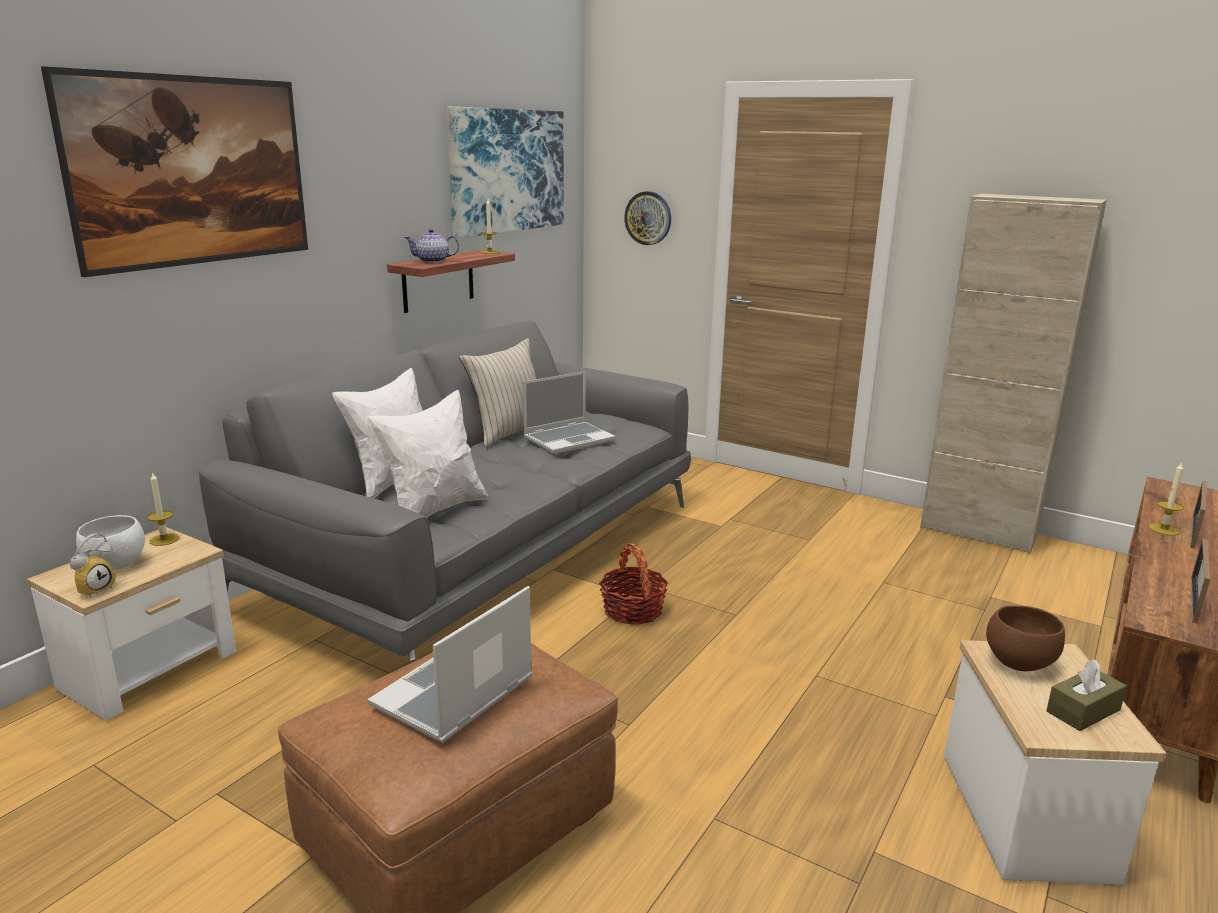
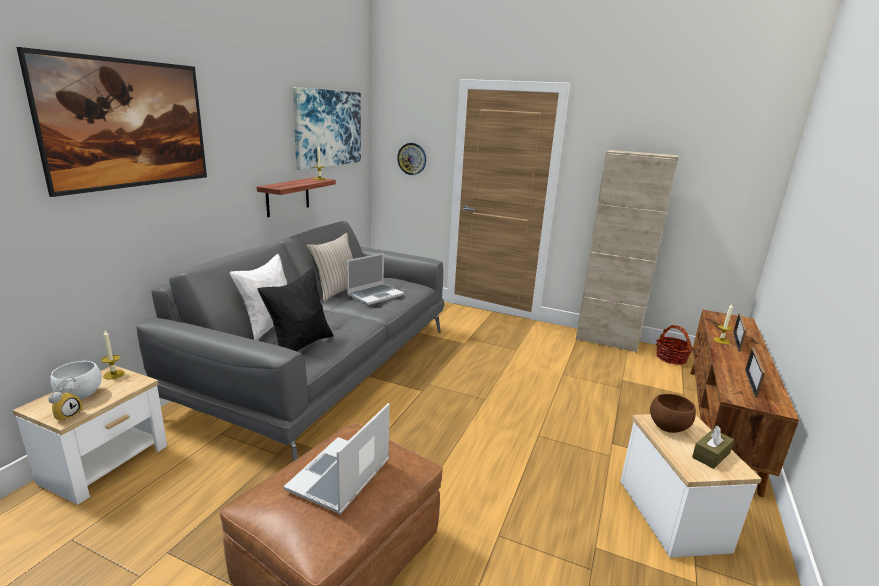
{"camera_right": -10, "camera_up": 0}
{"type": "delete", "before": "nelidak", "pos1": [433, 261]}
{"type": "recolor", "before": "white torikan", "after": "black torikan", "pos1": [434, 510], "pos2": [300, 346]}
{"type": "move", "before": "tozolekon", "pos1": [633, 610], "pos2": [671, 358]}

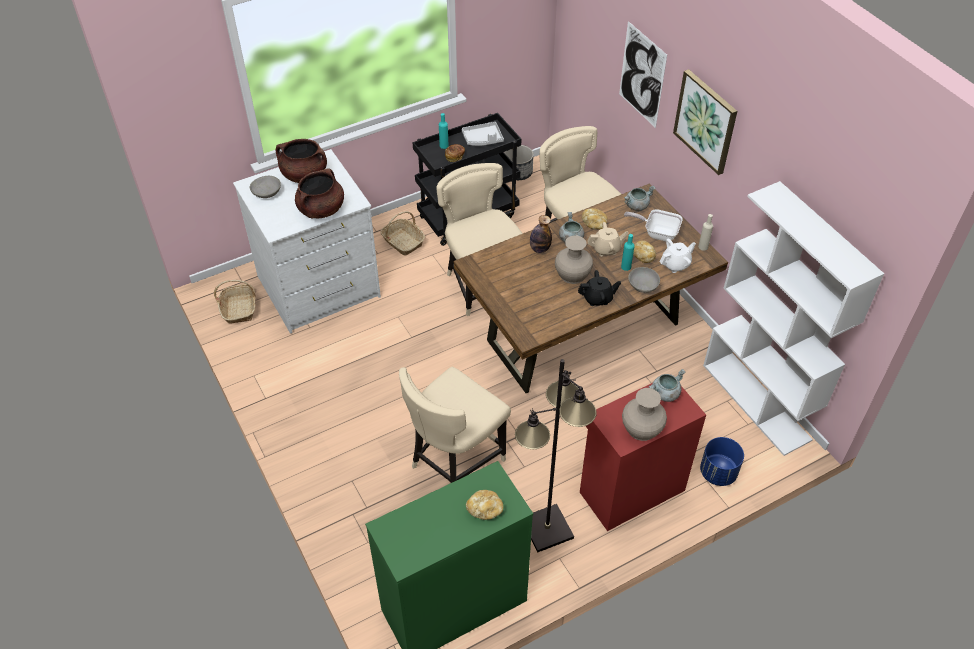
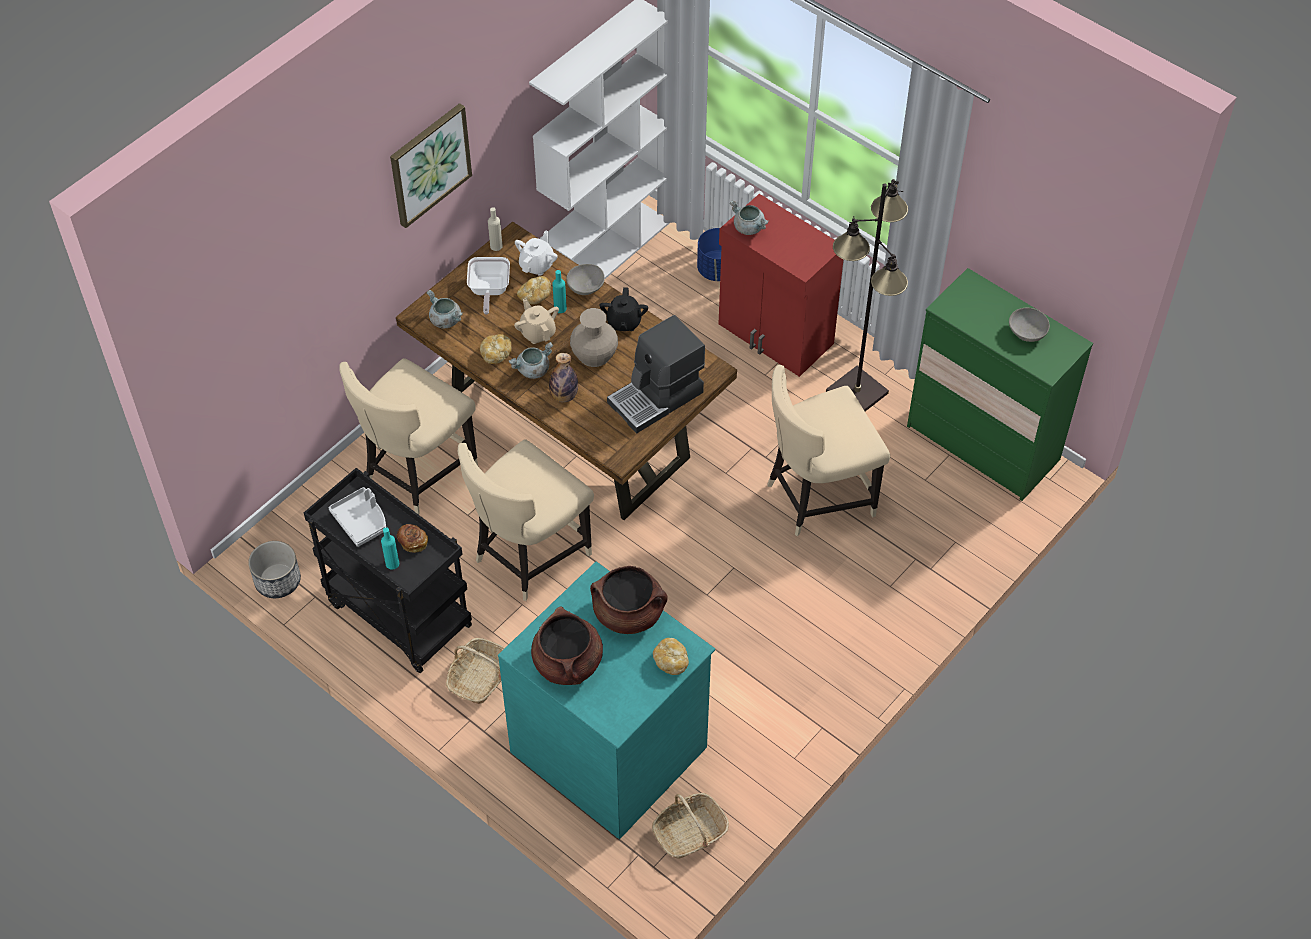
{"camera_right": -110, "camera_up": 5}
{"type": "delete", "before": "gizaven", "pos1": [642, 75]}
{"type": "recolor", "before": "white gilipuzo", "after": "turquoise gilipuzo", "pos1": [319, 288], "pos2": [610, 747]}
{"type": "move", "before": "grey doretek", "pos1": [267, 193], "pos2": [1027, 332]}
{"type": "rotate", "before": "white nelidak", "pos1": [675, 264], "pos2": [537, 265], "turn": 75}
{"type": "rotate", "before": "black nelidak", "pos1": [598, 298], "pos2": [624, 322], "turn": -150}
{"type": "rotate", "before": "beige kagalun", "pos1": [454, 462], "pos2": [817, 497], "turn": 135}
{"type": "delete", "before": "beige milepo", "pos1": [642, 428]}
{"type": "move", "before": "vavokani", "pos1": [485, 509], "pos2": [671, 661]}
{"type": "insert", "after": "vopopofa", "pos2": [657, 398]}

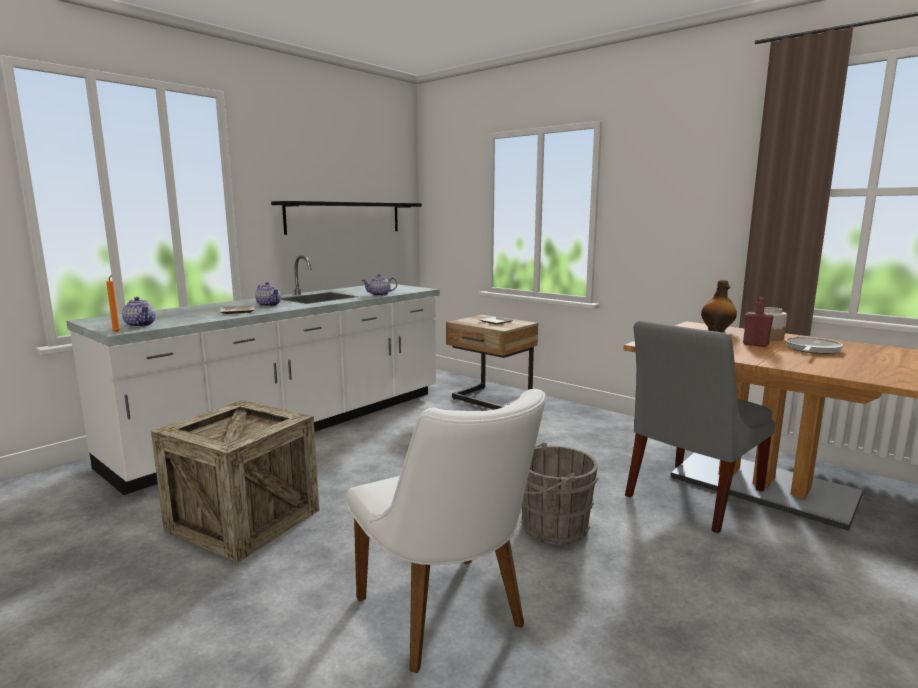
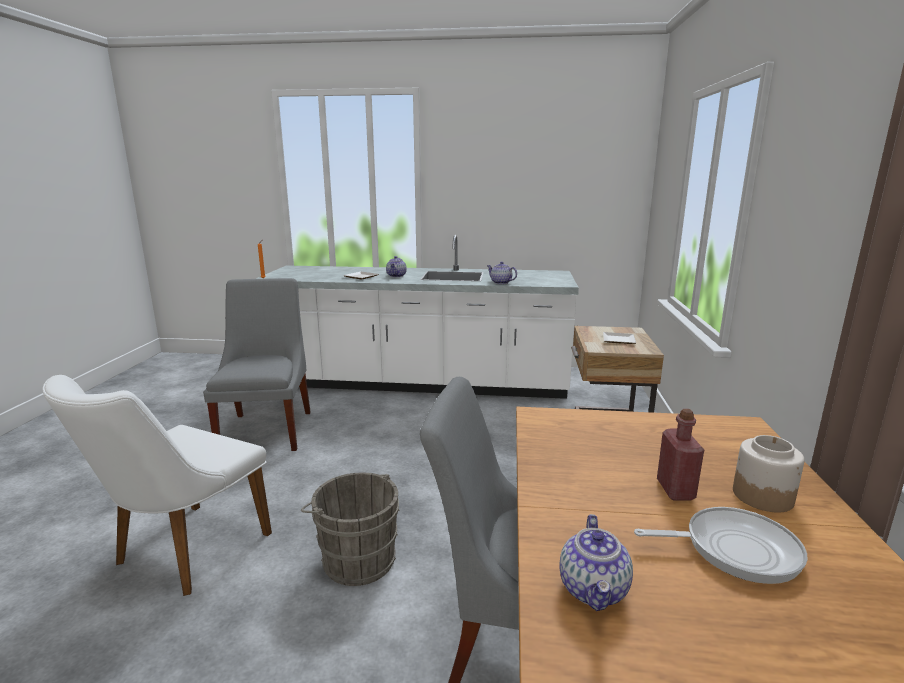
{"camera_right": 55, "camera_up": 5}
{"type": "delete", "before": "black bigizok", "pos1": [345, 217]}
{"type": "delete", "before": "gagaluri", "pos1": [717, 331]}
{"type": "move", "before": "nelidak", "pos1": [141, 325], "pos2": [594, 590]}
{"type": "replace", "before": "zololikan", "after": "grey kagalun", "pos1": [244, 520], "pos2": [268, 429]}

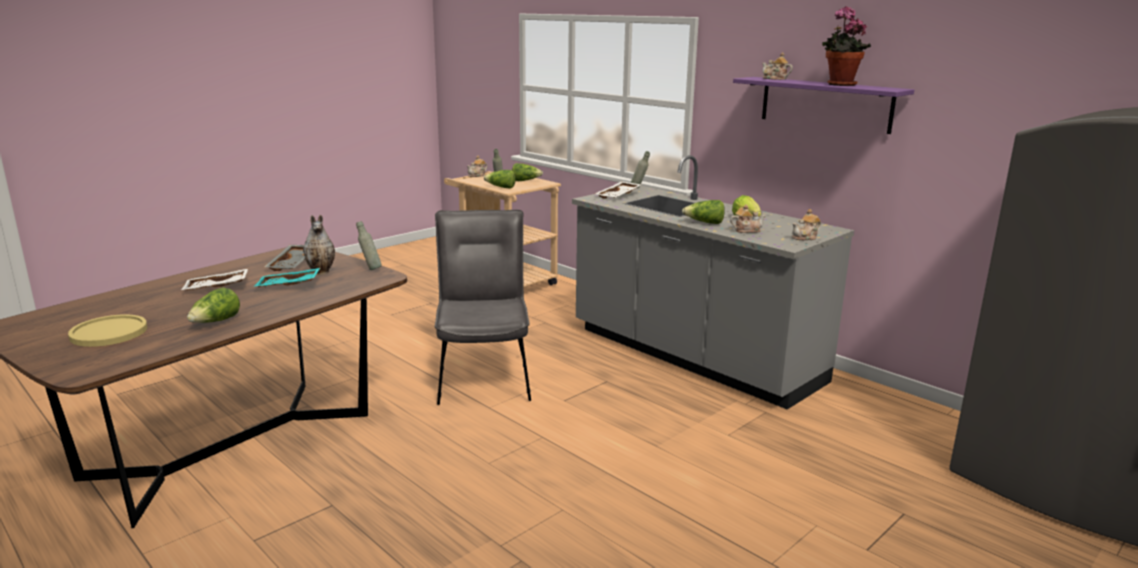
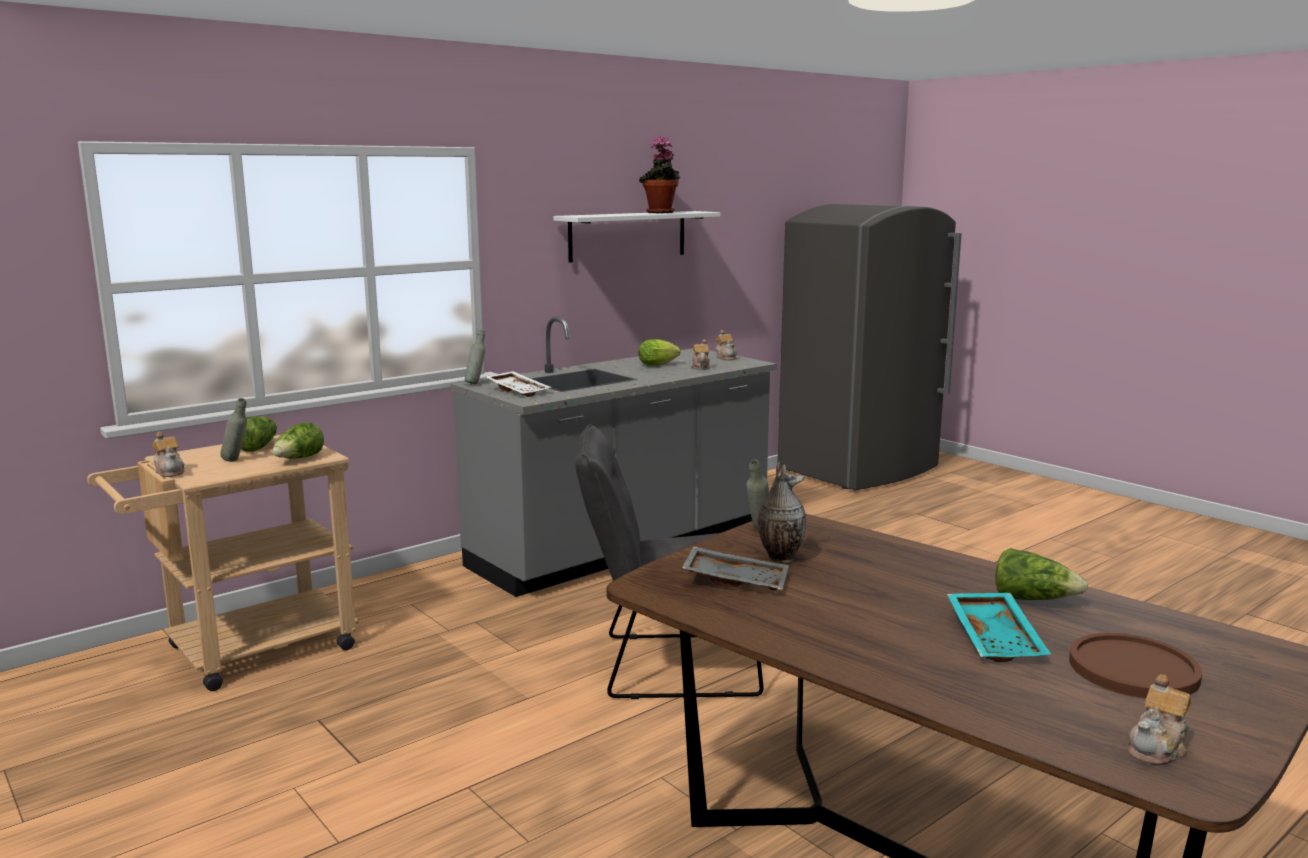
{"camera_right": -85, "camera_up": -5}
{"type": "move", "before": "nelidak", "pos1": [775, 79], "pos2": [1158, 748]}
{"type": "recolor", "before": "purple bigizok", "after": "white bigizok", "pos1": [825, 104], "pos2": [628, 235]}
{"type": "delete", "before": "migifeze", "pos1": [705, 223]}
{"type": "delete", "before": "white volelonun", "pos1": [216, 288]}
{"type": "move", "before": "turquoise volelonun", "pos1": [288, 286], "pos2": [997, 639]}
{"type": "recolor", "before": "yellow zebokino", "after": "brown zebokino", "pos1": [109, 332], "pos2": [1133, 669]}

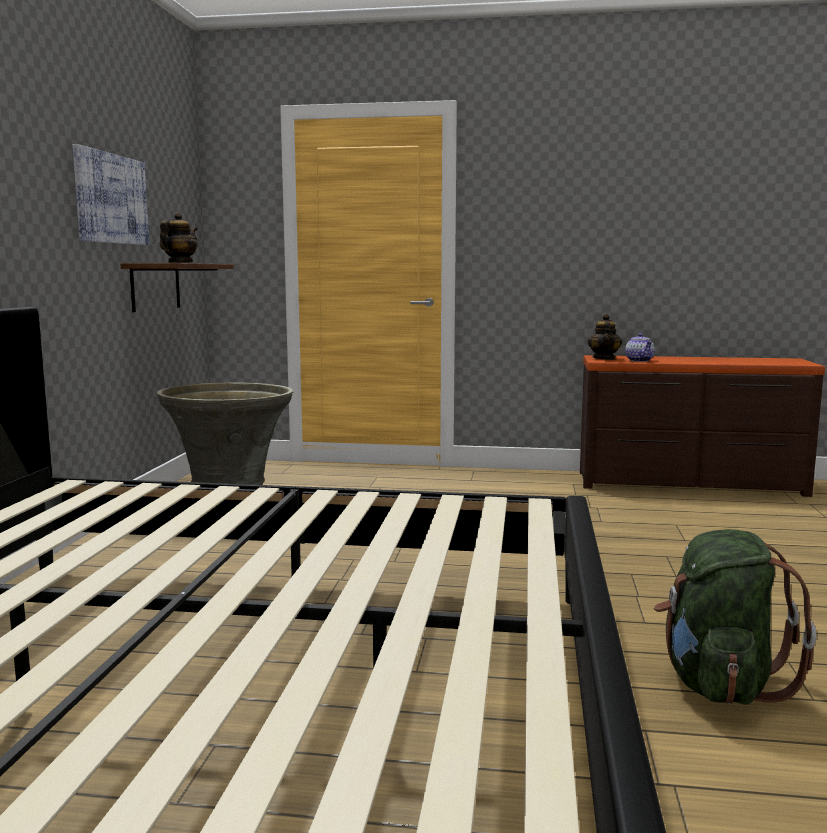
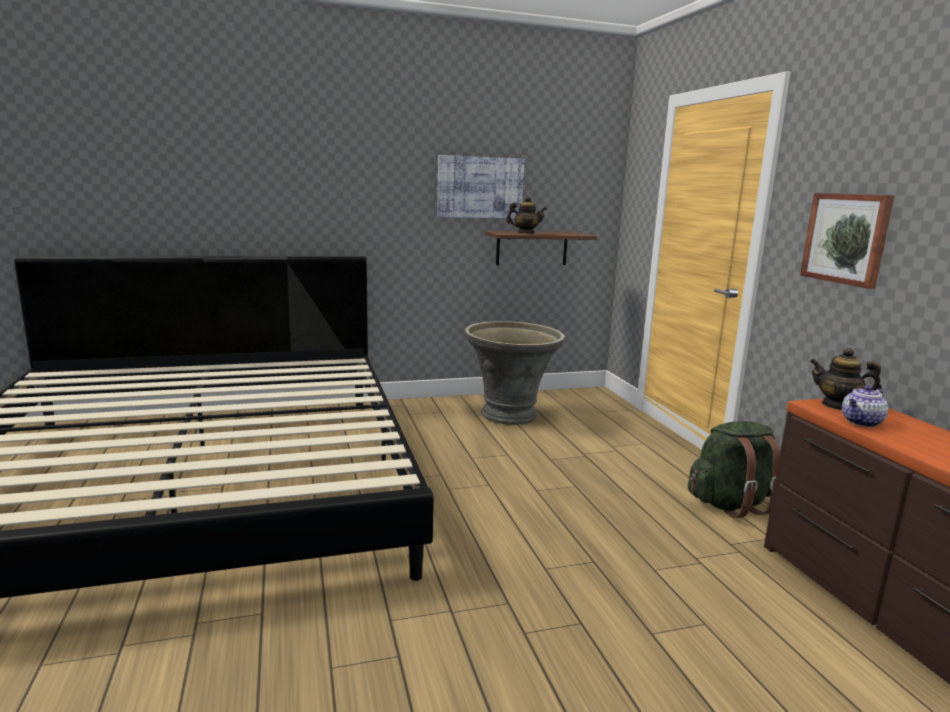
{"camera_right": 65, "camera_up": 5}
{"type": "rotate", "before": "nelidak", "pos1": [604, 358], "pos2": [838, 405], "turn": 45}
{"type": "move", "before": "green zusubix", "pos1": [719, 684], "pos2": [731, 504]}
{"type": "insert", "after": "gizaven", "pos2": [846, 238]}

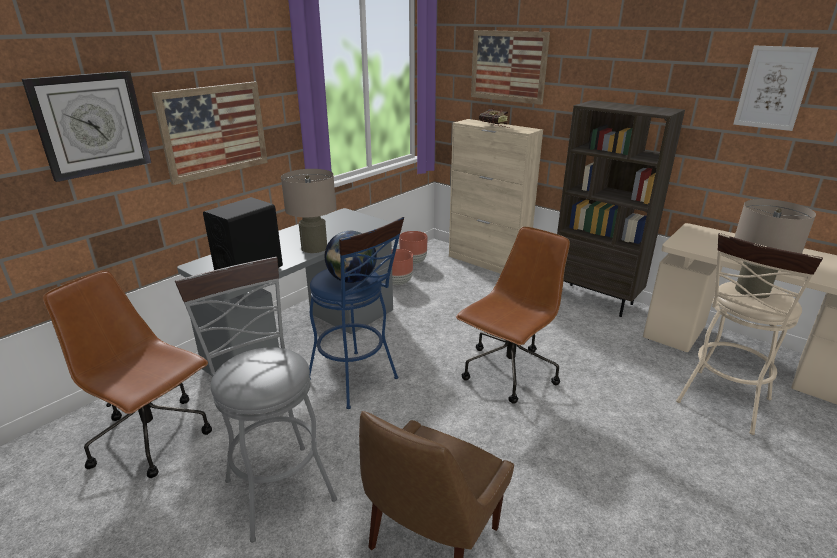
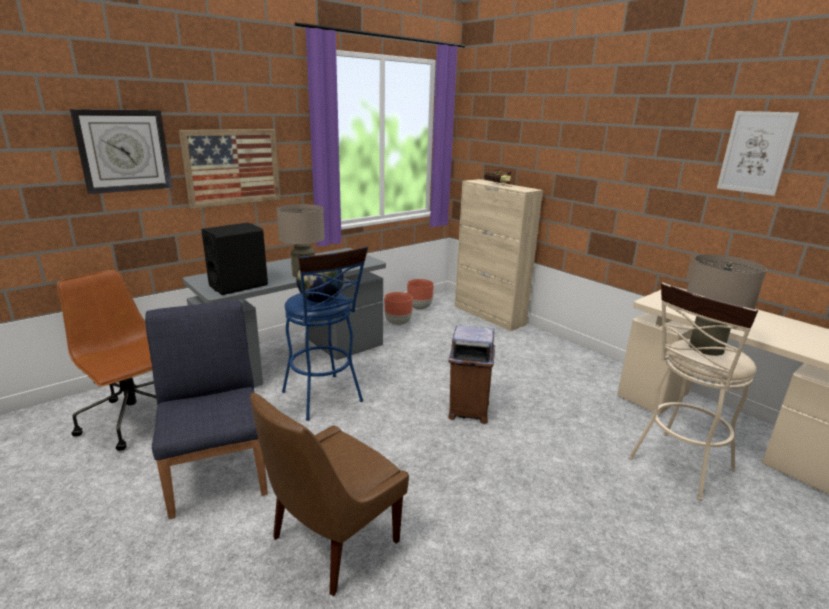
{"camera_right": 10, "camera_up": -5}
{"type": "delete", "before": "gizaven", "pos1": [508, 66]}
{"type": "delete", "before": "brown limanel", "pos1": [595, 299]}
{"type": "replace", "before": "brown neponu", "after": "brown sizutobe", "pos1": [508, 373], "pos2": [468, 410]}
{"type": "replace", "before": "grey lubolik", "after": "blue kagalun", "pos1": [276, 483], "pos2": [218, 471]}

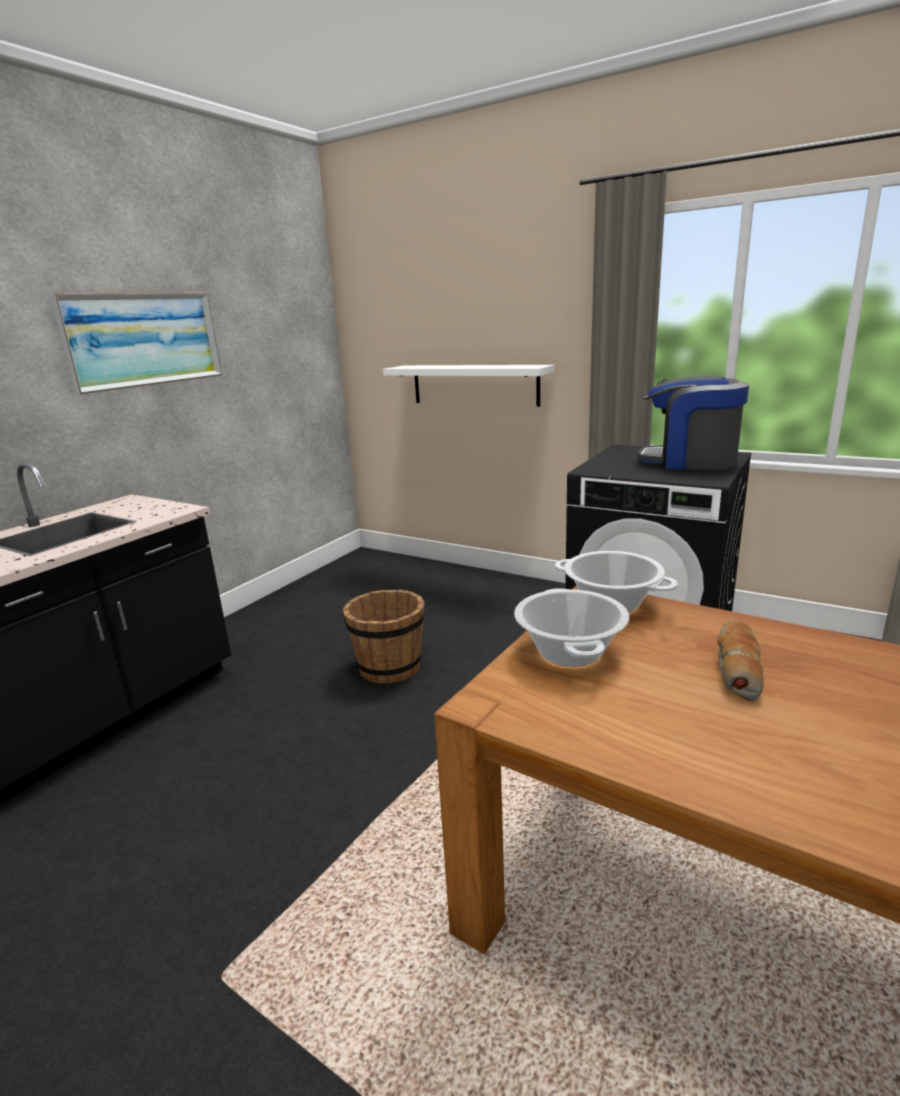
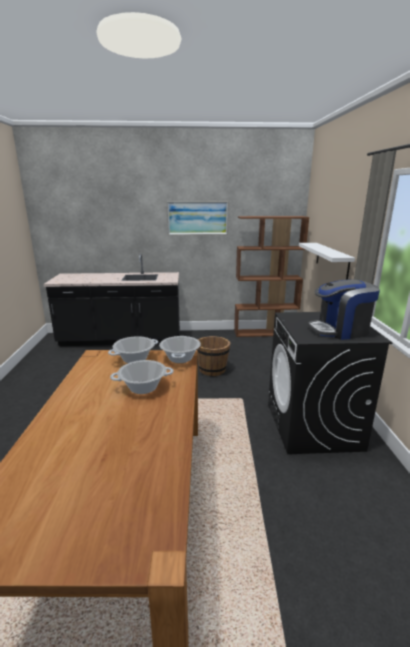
{"camera_right": 55, "camera_up": 0}
{"type": "rotate", "before": "vopopofa", "pos1": [689, 461], "pos2": [340, 330], "turn": -90}
{"type": "replace", "before": "vavokani", "after": "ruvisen", "pos1": [736, 668], "pos2": [143, 387]}
{"type": "insert", "after": "brown limanel", "pos2": [265, 333]}

